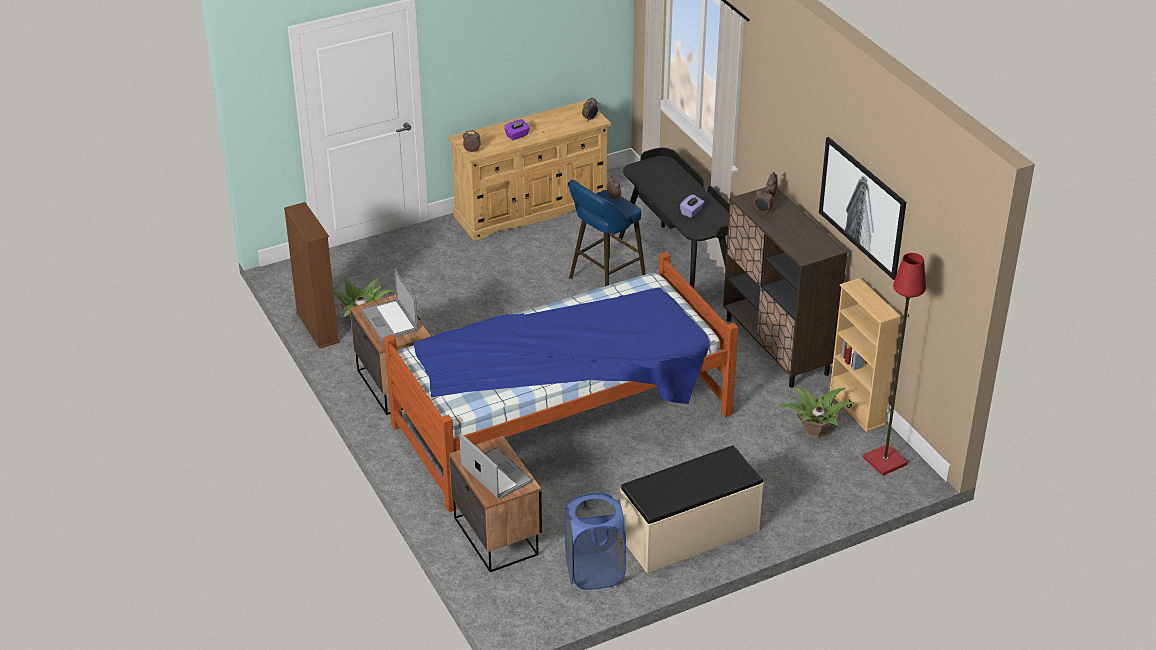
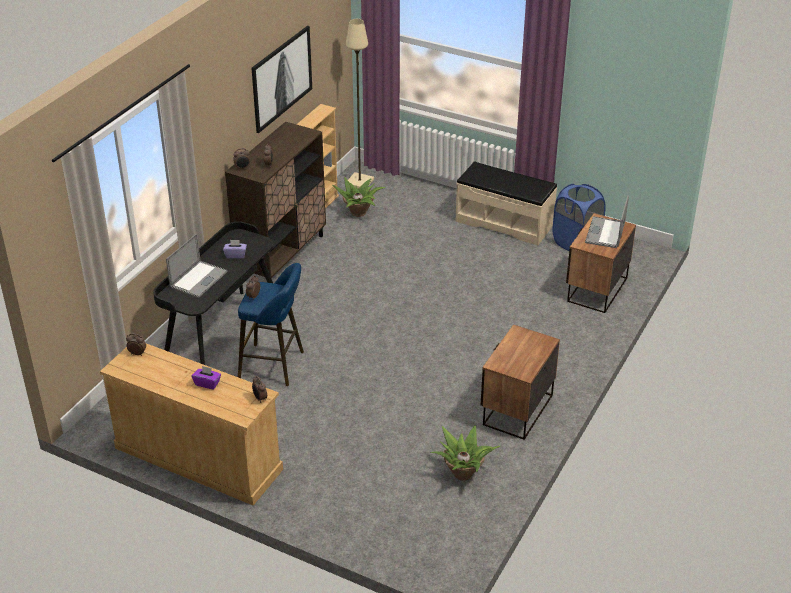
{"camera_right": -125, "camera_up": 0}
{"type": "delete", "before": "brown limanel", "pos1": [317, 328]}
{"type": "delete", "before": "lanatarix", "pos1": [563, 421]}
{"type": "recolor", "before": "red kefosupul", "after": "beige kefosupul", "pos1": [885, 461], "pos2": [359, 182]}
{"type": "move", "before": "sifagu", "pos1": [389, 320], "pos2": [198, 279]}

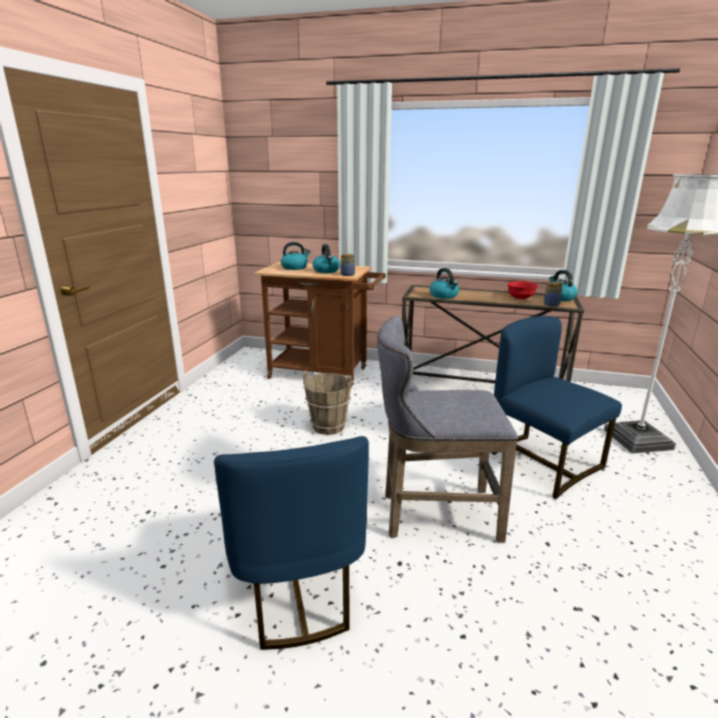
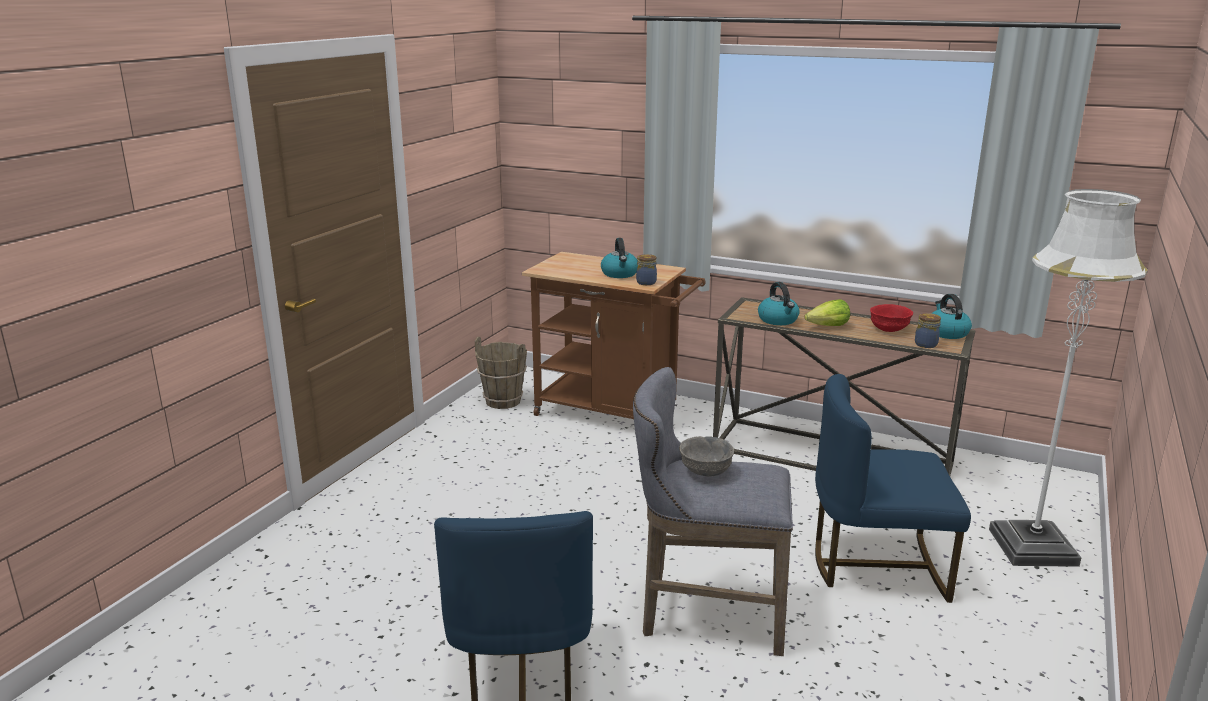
{"camera_right": 10, "camera_up": 0}
{"type": "delete", "before": "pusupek", "pos1": [295, 267]}
{"type": "rotate", "before": "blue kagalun", "pos1": [542, 462], "pos2": [877, 565], "turn": -60}
{"type": "move", "before": "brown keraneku", "pos1": [328, 426], "pos2": [503, 401]}
{"type": "insert", "after": "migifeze", "pos2": [828, 327]}
{"type": "insert", "after": "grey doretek", "pos2": [705, 471]}

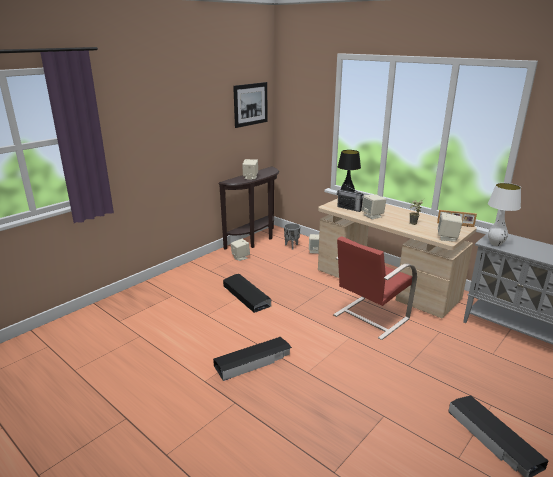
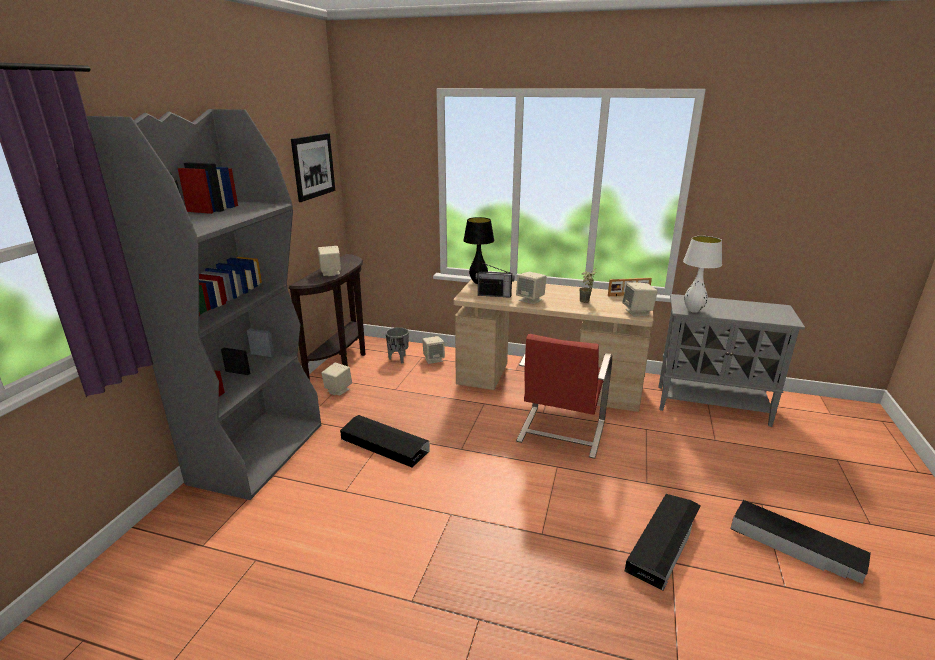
{"camera_right": -25, "camera_up": 0}
{"type": "move", "before": "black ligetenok", "pos1": [253, 361], "pos2": [663, 543]}
{"type": "insert", "after": "grey limanel", "pos2": [258, 452]}

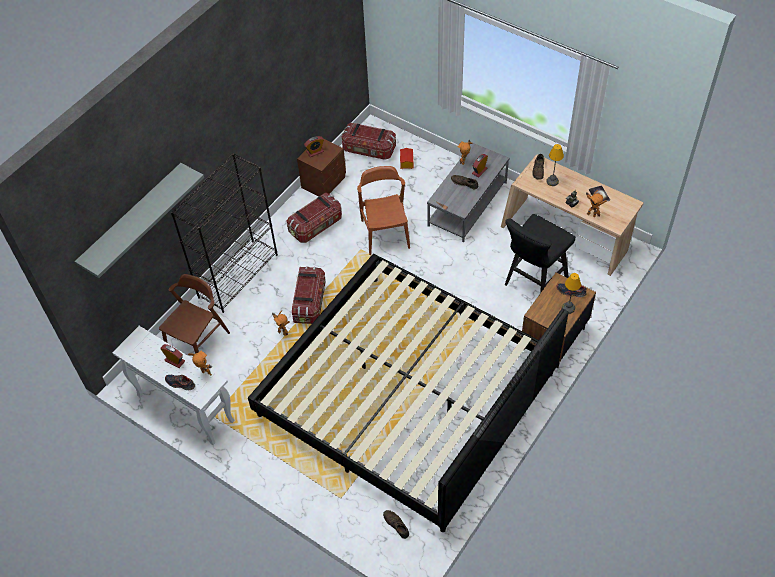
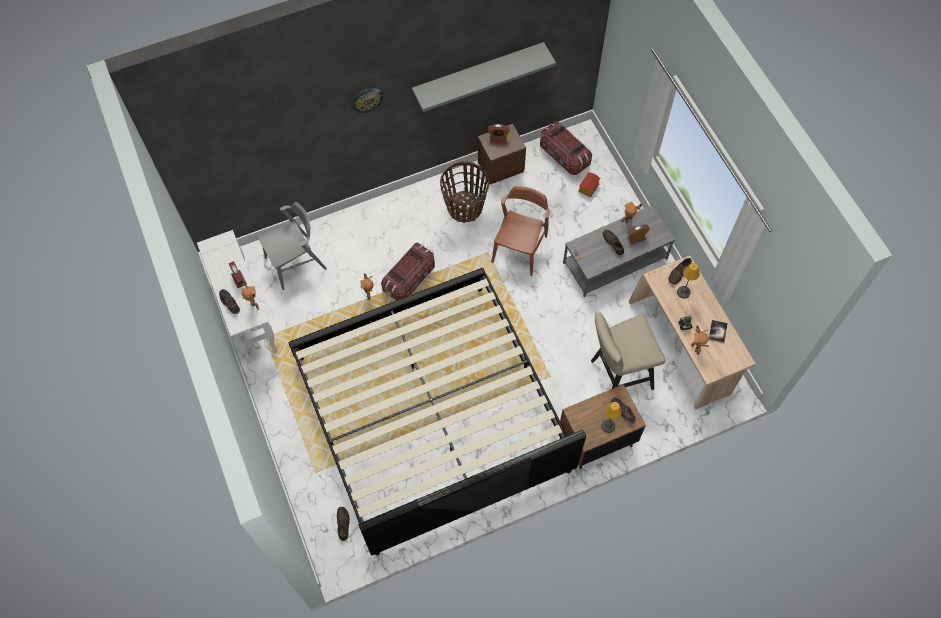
{"camera_right": 30, "camera_up": 10}
{"type": "delete", "before": "black limanel", "pos1": [238, 275]}
{"type": "move", "before": "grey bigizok", "pos1": [132, 218], "pos2": [478, 72]}
{"type": "replace", "before": "ligetenok", "after": "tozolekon", "pos1": [316, 226], "pos2": [465, 207]}
{"type": "recolor", "before": "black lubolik", "after": "beige lubolik", "pos1": [533, 284], "pos2": [617, 375]}
{"type": "recolor", "before": "brown kagalun", "after": "grey kagalun", "pos1": [198, 342], "pos2": [296, 263]}
{"type": "insert", "after": "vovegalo", "pos2": [366, 99]}

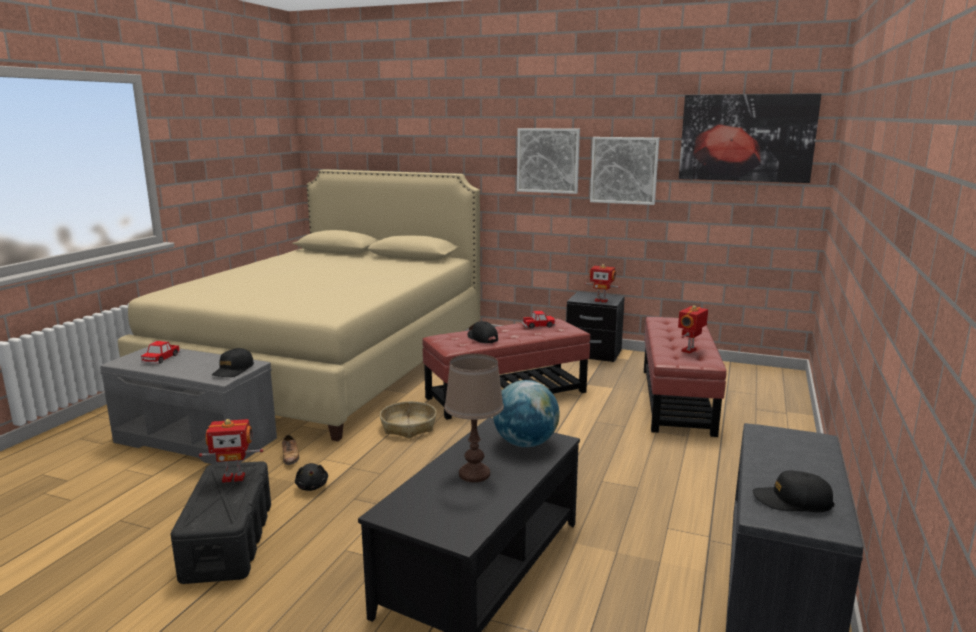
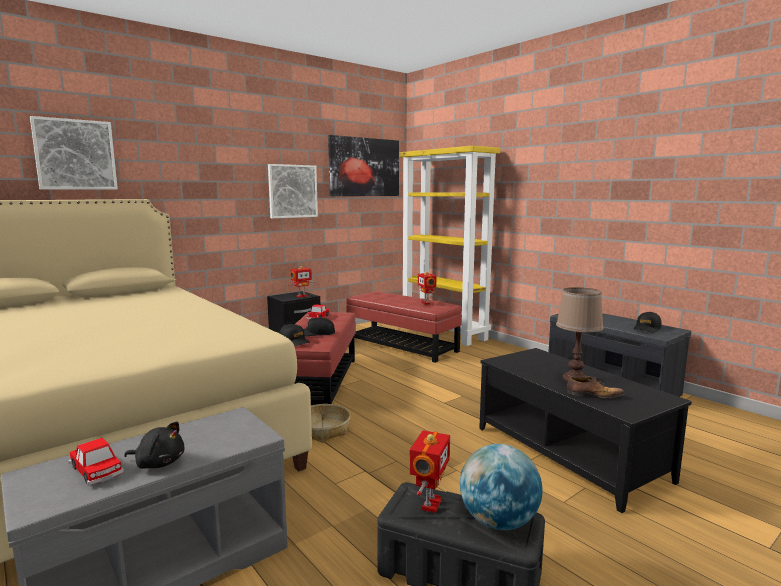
{"camera_right": -60, "camera_up": -5}
{"type": "move", "before": "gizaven", "pos1": [548, 160], "pos2": [75, 155]}
{"type": "move", "before": "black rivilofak", "pos1": [233, 370], "pos2": [294, 341]}
{"type": "move", "before": "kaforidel", "pos1": [525, 443], "pos2": [498, 521]}
{"type": "move", "before": "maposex", "pos1": [290, 457], "pos2": [593, 395]}
{"type": "move", "before": "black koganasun", "pos1": [312, 486], "pos2": [158, 463]}
{"type": "insert", "after": "yellow limanel", "pos2": [444, 332]}

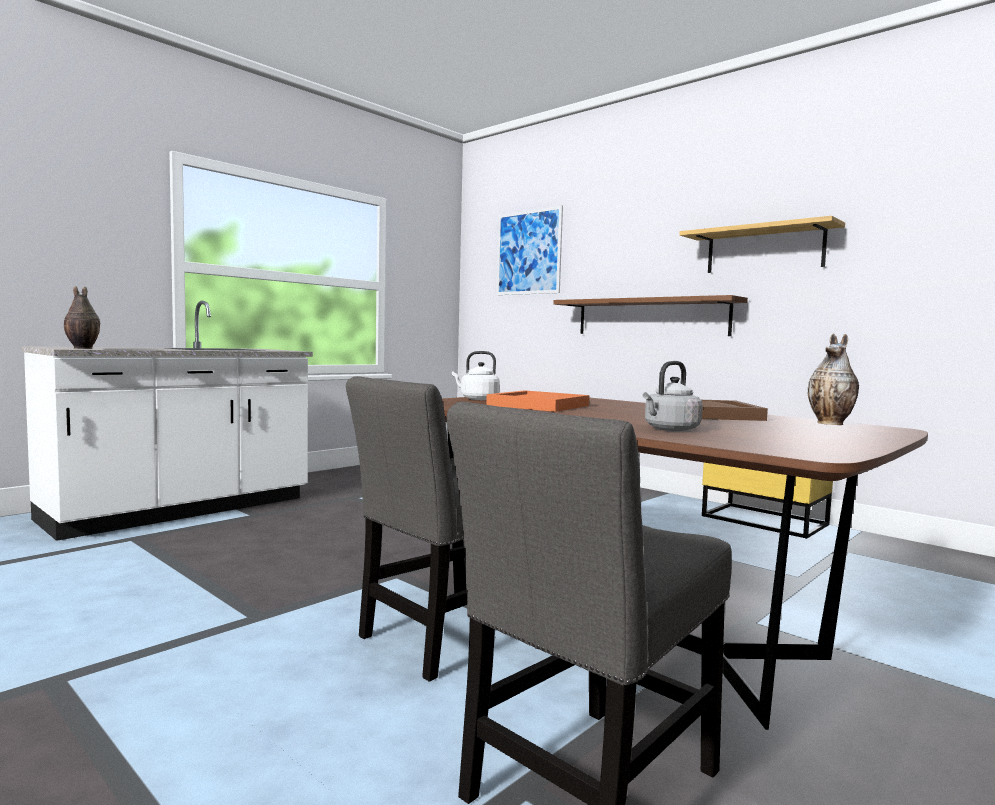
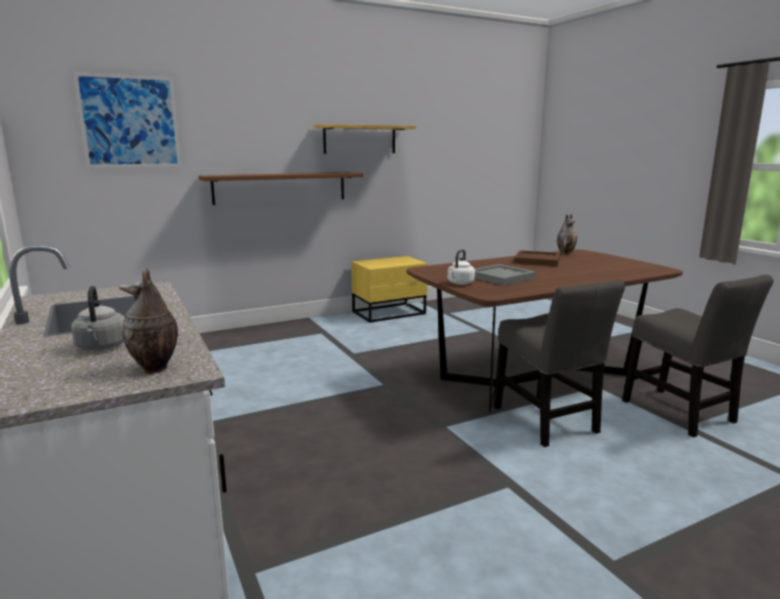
{"camera_right": -70, "camera_up": 10}
{"type": "move", "before": "grey pusupek", "pos1": [670, 429], "pos2": [102, 347]}
{"type": "recolor", "before": "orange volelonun", "after": "grey volelonun", "pos1": [540, 405], "pos2": [501, 277]}

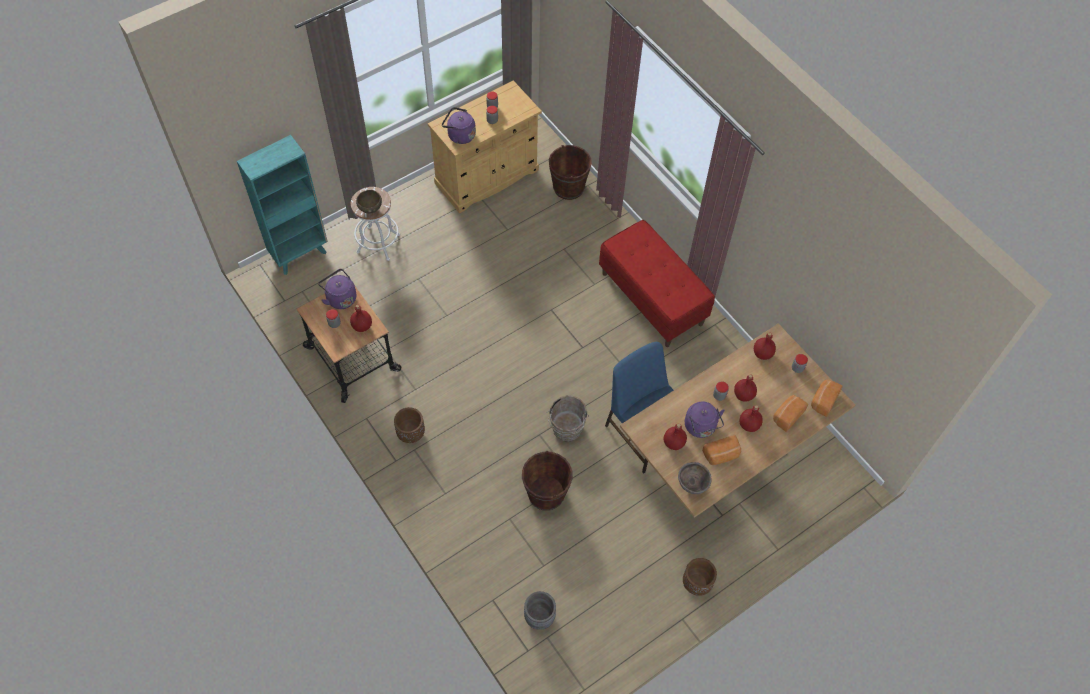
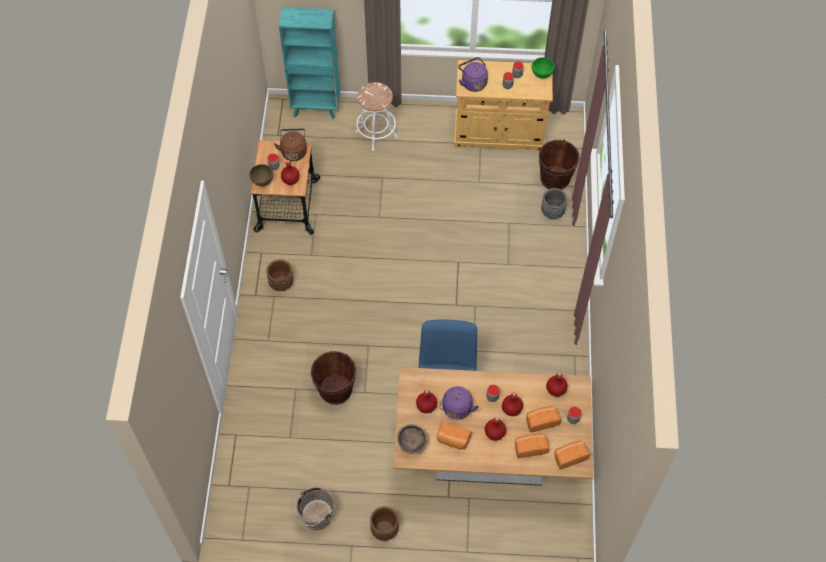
{"camera_right": 40, "camera_up": 0}
{"type": "move", "before": "brown doretek", "pos1": [370, 209], "pos2": [263, 182]}
{"type": "delete", "before": "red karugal", "pos1": [652, 298]}
{"type": "recolor", "before": "purple pusupek", "after": "brown pusupek", "pos1": [340, 298], "pos2": [293, 151]}
{"type": "move", "before": "brown keraneku", "pos1": [566, 430], "pos2": [315, 517]}
{"type": "move", "before": "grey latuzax", "pos1": [539, 616], "pos2": [552, 212]}
{"type": "insert", "after": "green doretek", "pos2": [541, 75]}
{"type": "insert", "after": "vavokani", "pos2": [541, 421]}

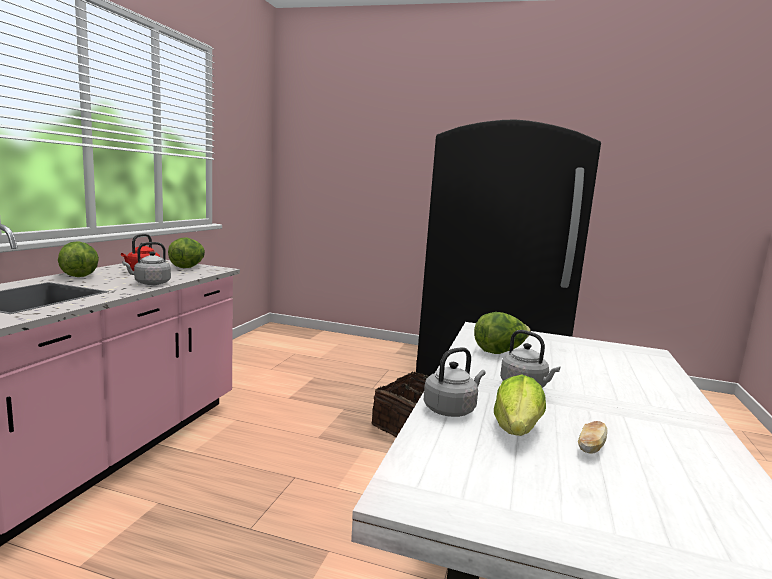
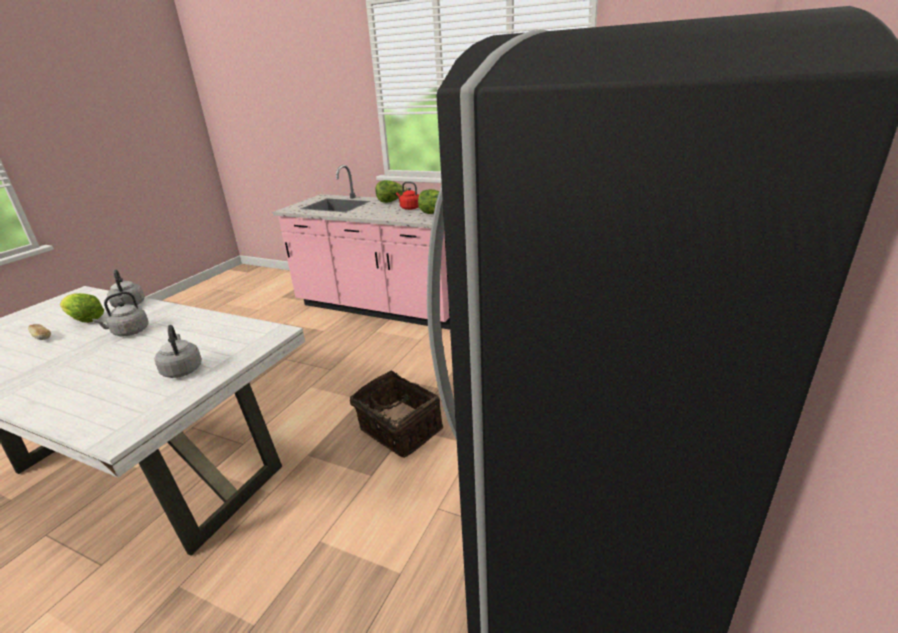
{"camera_right": 100, "camera_up": 15}
{"type": "move", "before": "grey pusupek", "pos1": [150, 283], "pos2": [182, 369]}
{"type": "delete", "before": "migifeze", "pos1": [500, 351]}

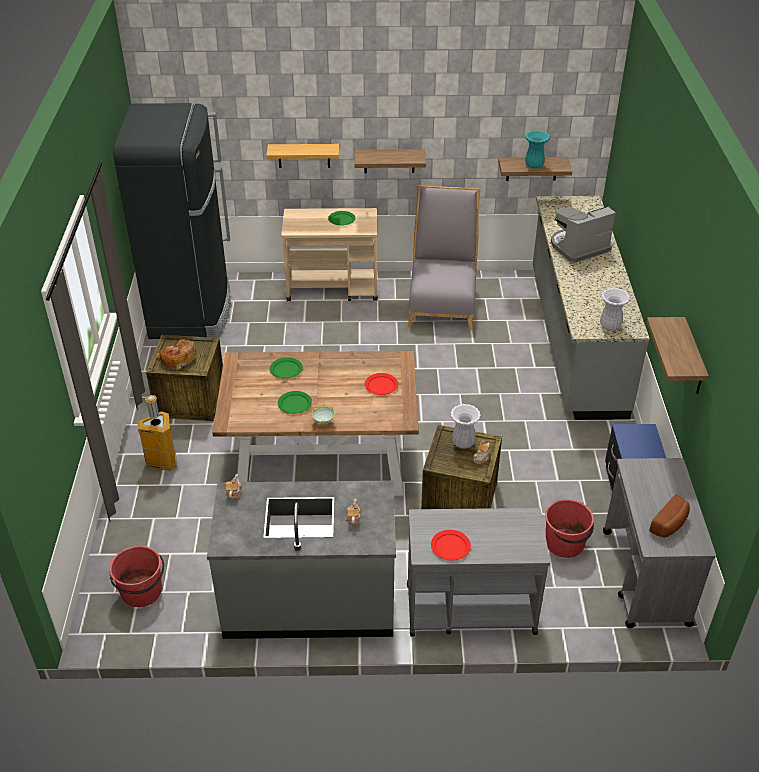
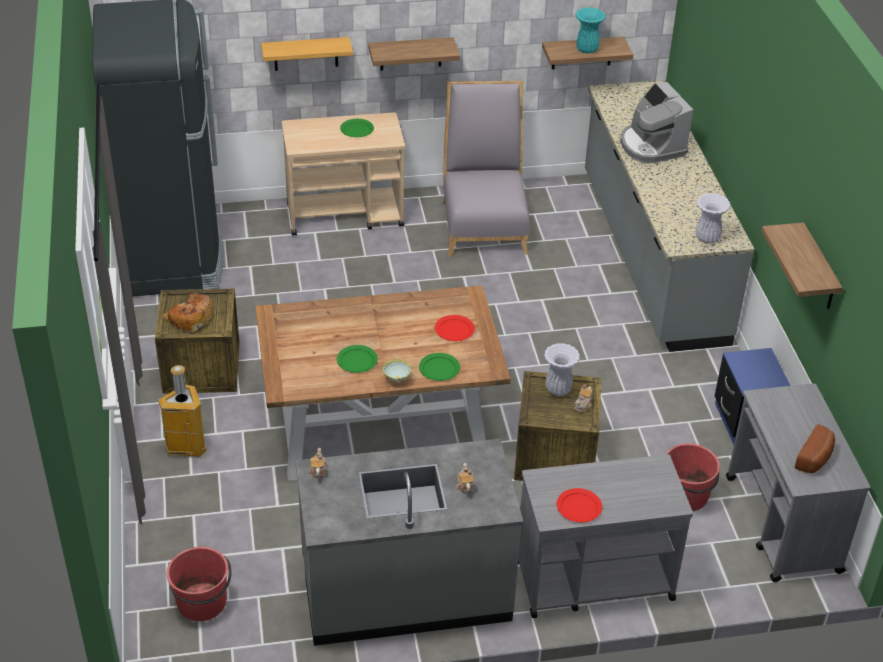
{"camera_right": -10, "camera_up": 0}
{"type": "rotate", "before": "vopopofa", "pos1": [578, 247], "pos2": [651, 146], "turn": -75}
{"type": "move", "before": "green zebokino", "pos1": [286, 369], "pos2": [439, 368]}

